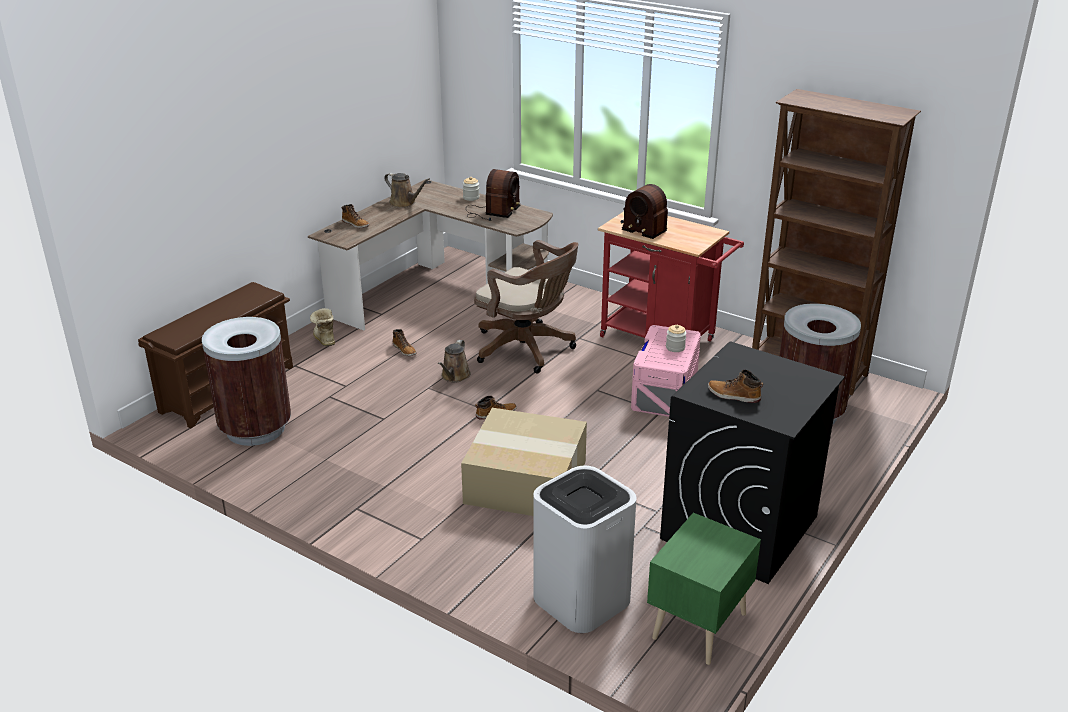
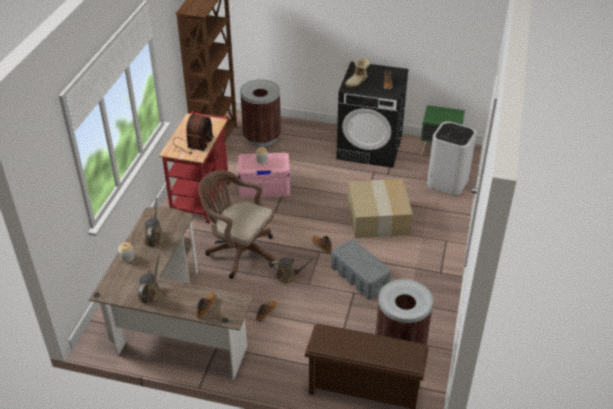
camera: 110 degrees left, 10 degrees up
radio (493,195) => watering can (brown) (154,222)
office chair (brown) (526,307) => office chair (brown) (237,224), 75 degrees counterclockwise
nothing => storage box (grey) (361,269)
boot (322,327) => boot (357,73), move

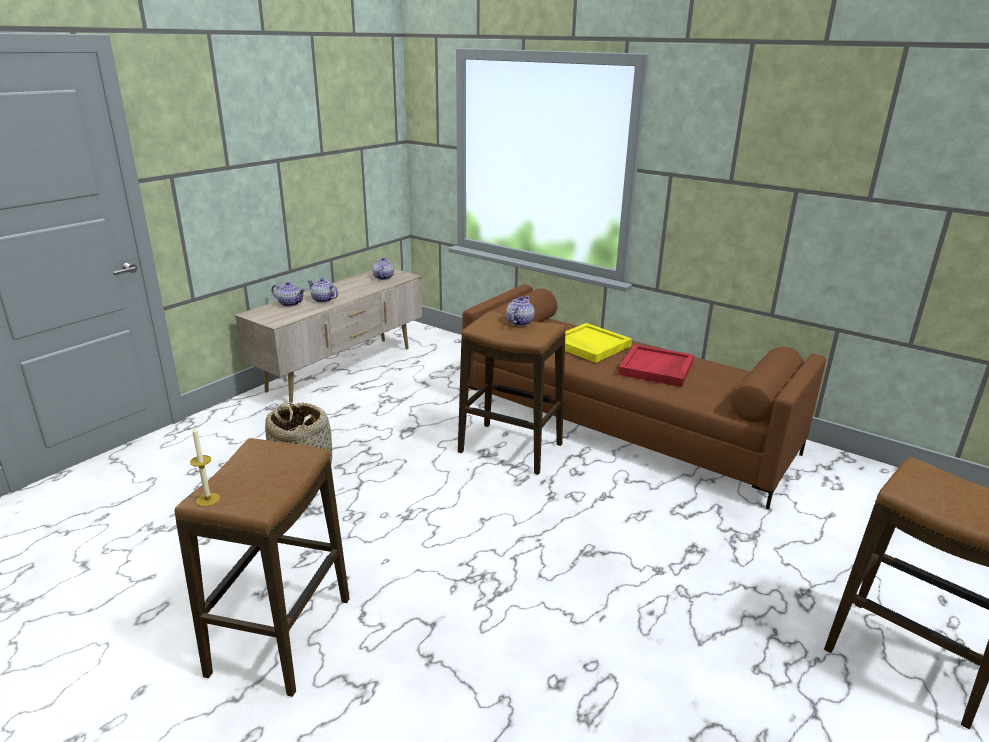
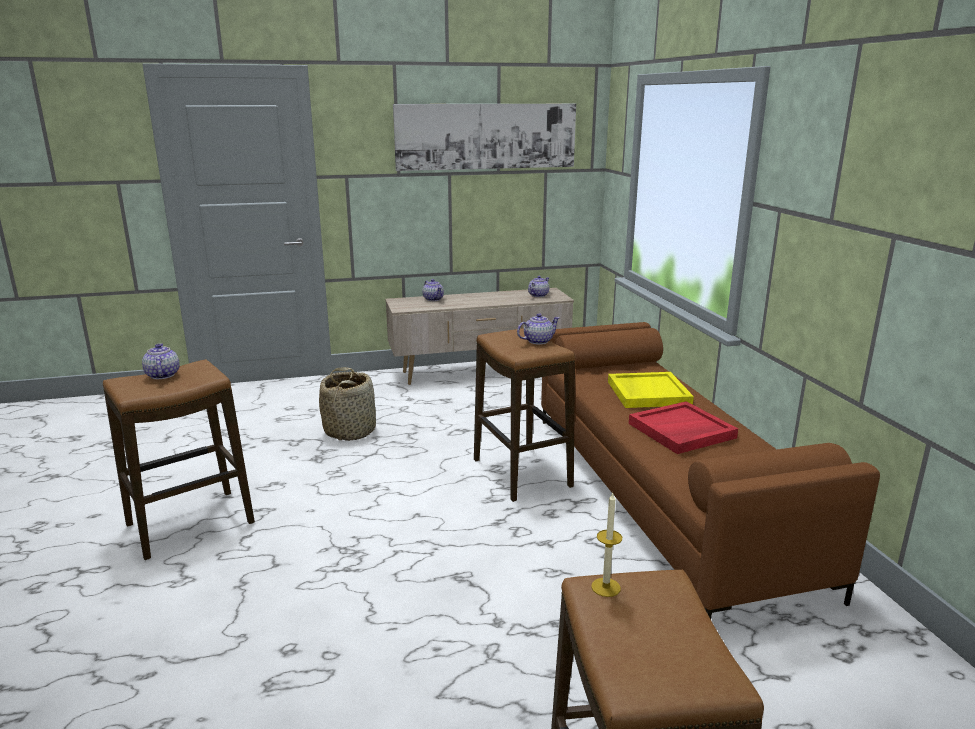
camera: 40 degrees right, 5 degrees down
teapot (322,290) => teapot (161,361), move
nothing => picture (484,137)
candle (205,467) => candle (606,544), move

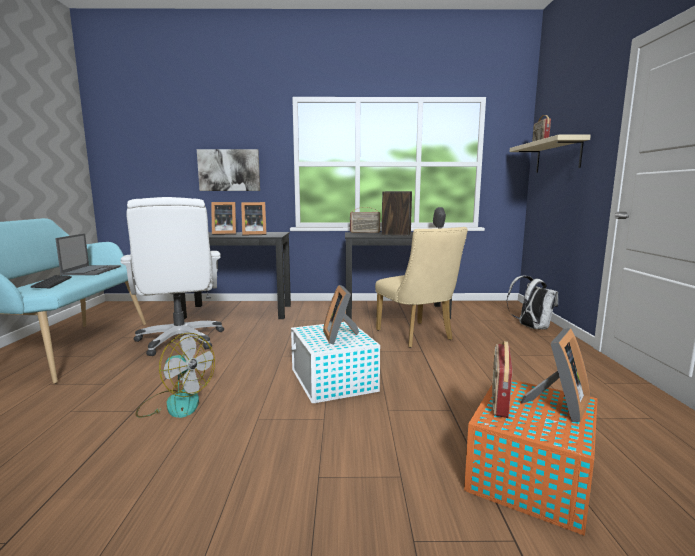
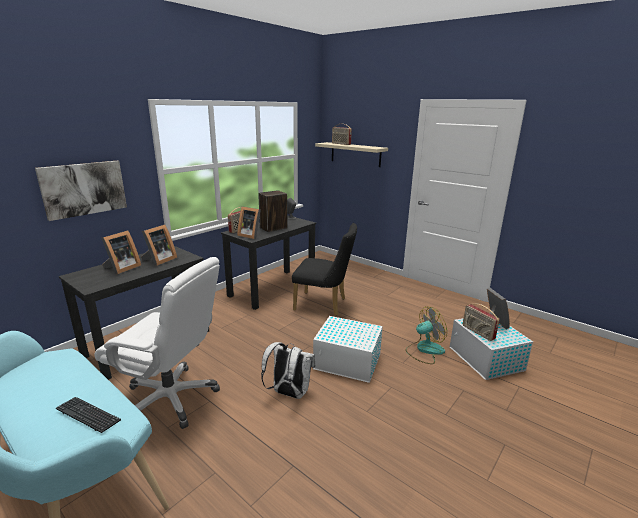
camera: 50 degrees left, 10 degrees up
picture frame (341,314) => picture frame (249,222), move
backpack (white) (532,302) => backpack (white) (288,370), move
chair (beige) (421,287) => chair (black) (324,269)
fan (175,375) => fan (426,335), move
storage box (orange) (531,458) => storage box (white) (491,349)
laptop (88,254) => nothing

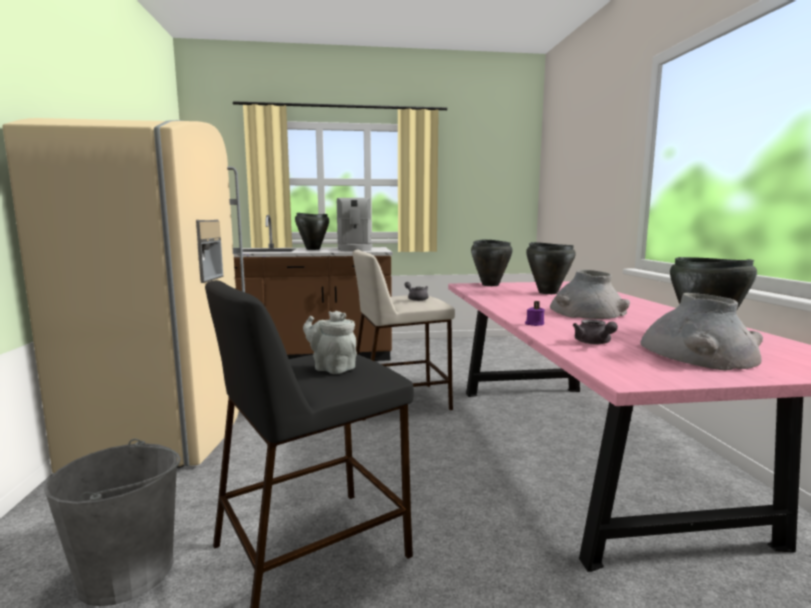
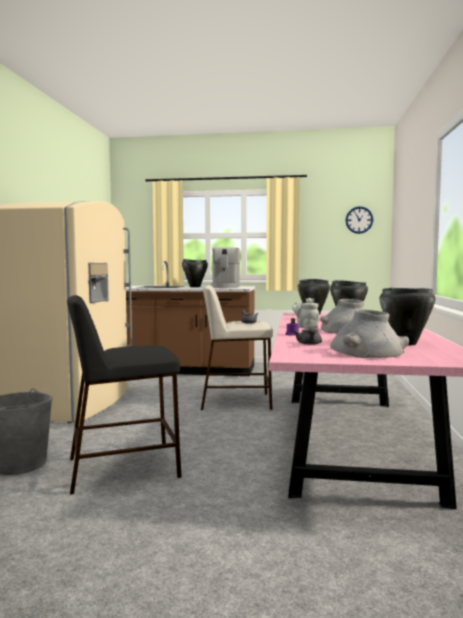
camera: 15 degrees right, 5 degrees down
teapot (grey) (330,342) => teapot (grey) (305,313), move
nothing => wall clock (359,220)

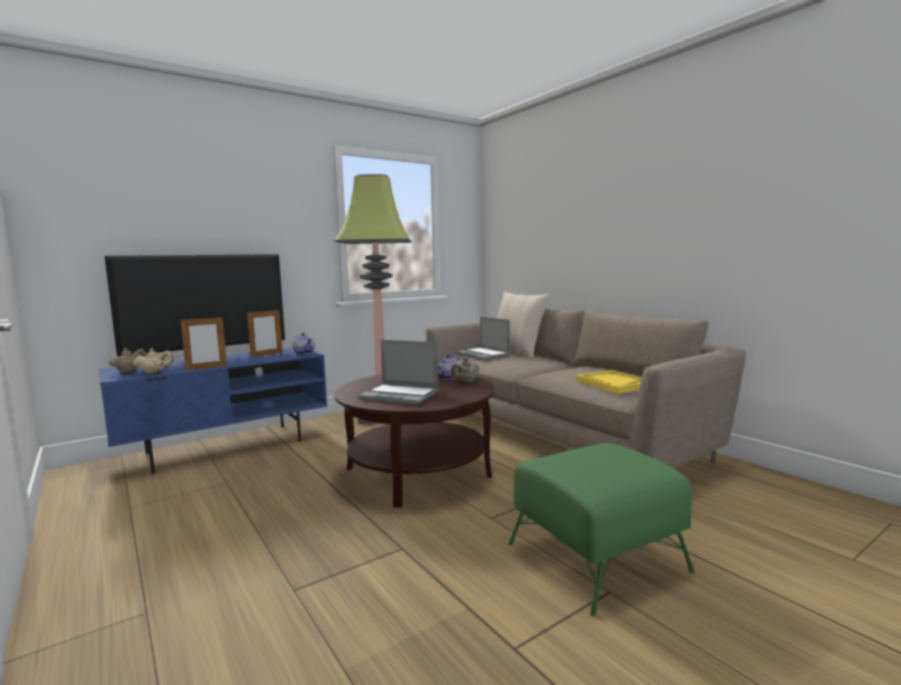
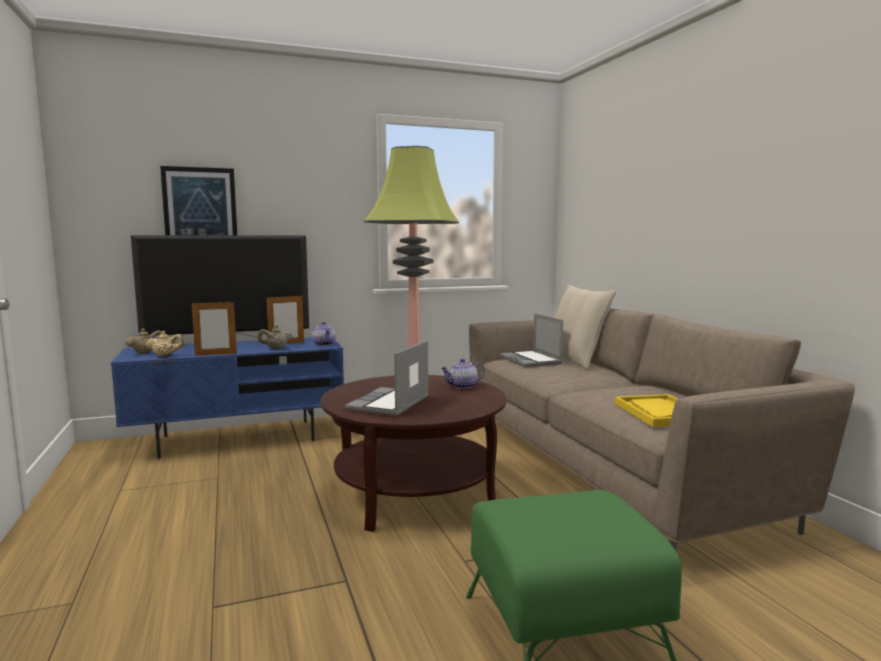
camera: 15 degrees right, 0 degrees up
nothing => picture (198,200)
teapot (beige) (465,370) => teapot (beige) (275,337), move
laptop (398,372) => laptop (387,378), 75 degrees clockwise

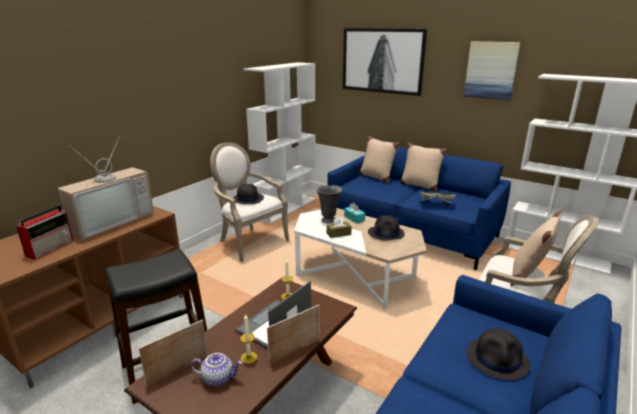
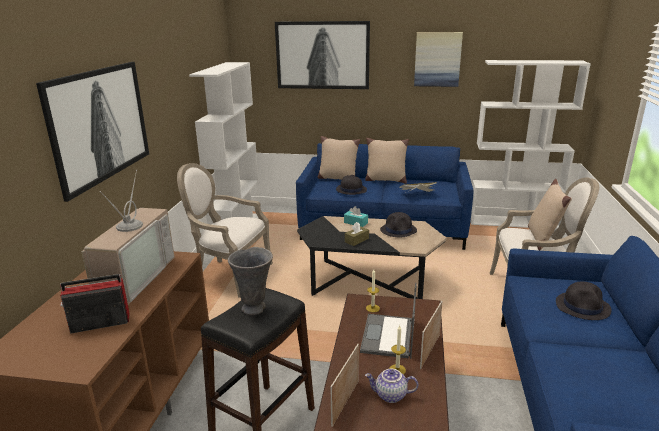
camera: 25 degrees left, 0 degrees up
nothing => picture (92,132)
radio (45,232) => radio (95,304), 105 degrees counterclockwise
vase (grey) (329,204) => vase (grey) (250,281), move
coffee table (white) (360,259) => coffee table (black) (372,257)
hat (black) (248,194) => hat (black) (351,185), move
teapot (216,370) => teapot (391,386), 150 degrees counterclockwise

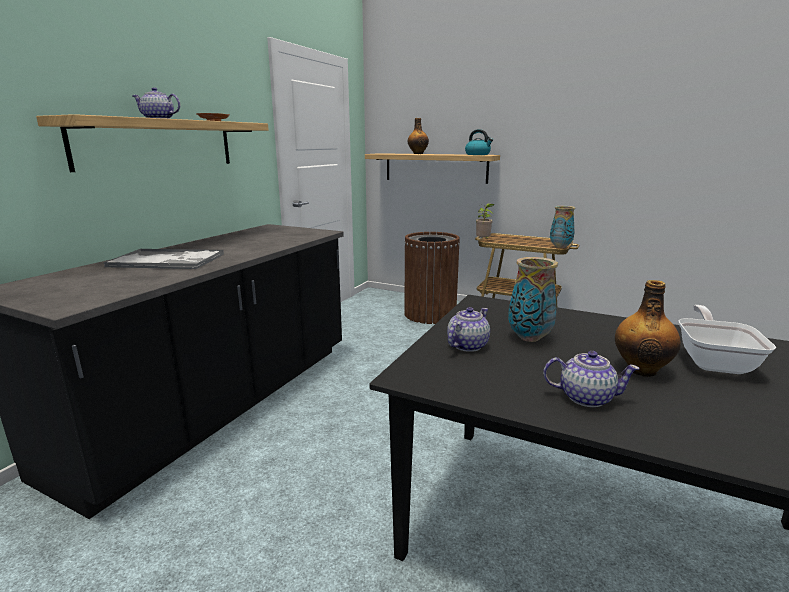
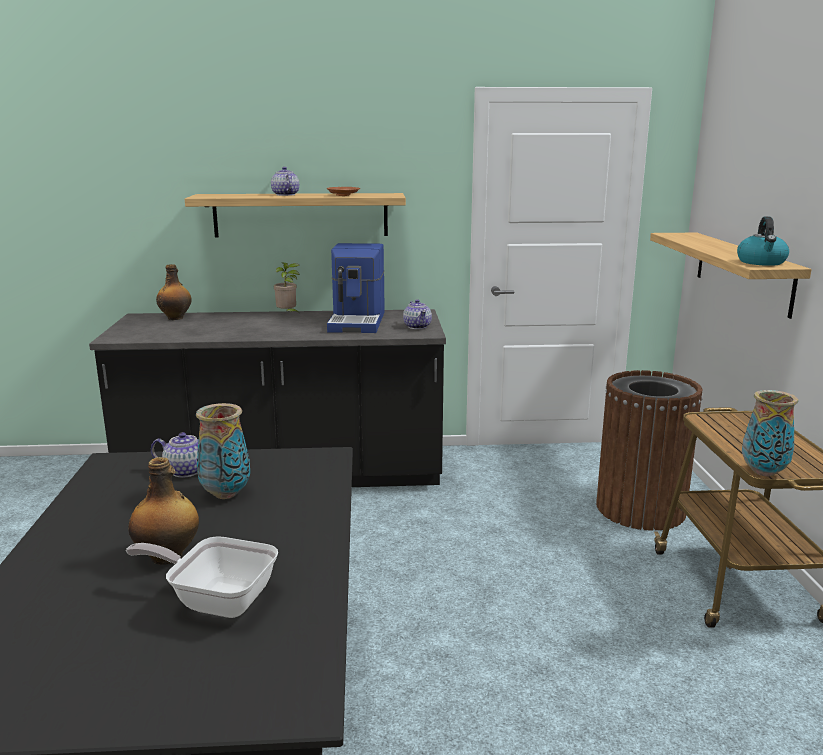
camera: 60 degrees right, 0 degrees up
frying pan (727,339) => frying pan (202,577), 150 degrees counterclockwise
bottle (418,136) => bottle (173,292), move
potted plant (485,221) => potted plant (287,288), move
nothing => coffee machine (356,288)
teapot (591,379) => teapot (417,314), move
tray (164,259) => nothing

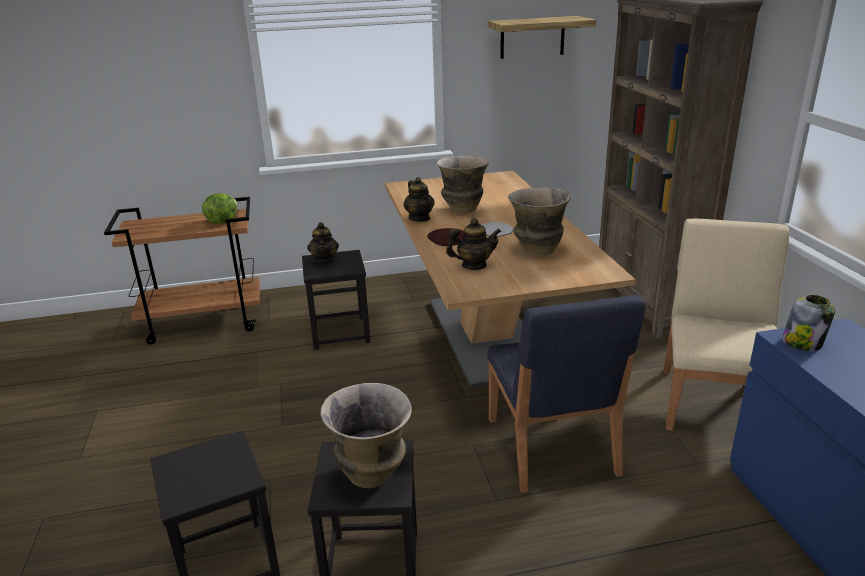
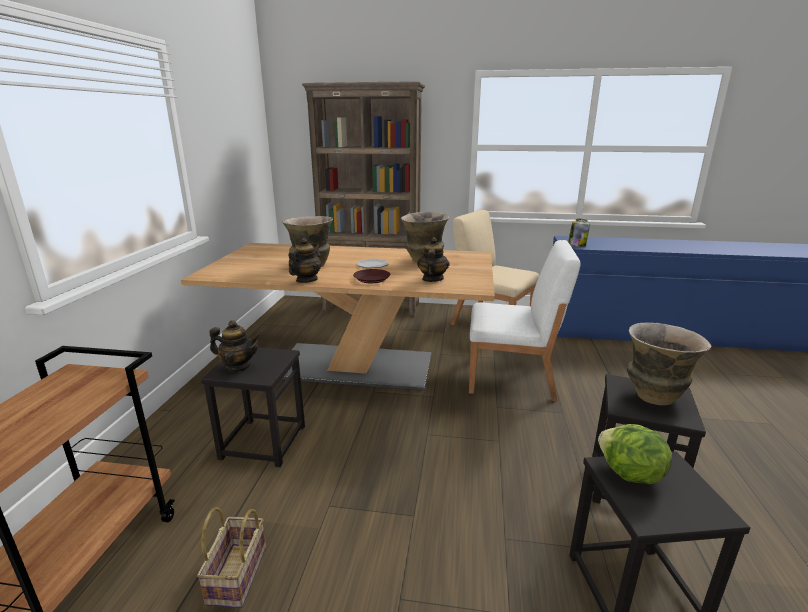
camera: 70 degrees left, 5 degrees down
nothing => basket (231,557)
teapot (419,199) => teapot (305,260), 60 degrees counterclockwise
chair (blue) (566,394) => chair (white) (524,320)
lettuce (219,208) => lettuce (635,454), move
shelf (542,37) => nothing

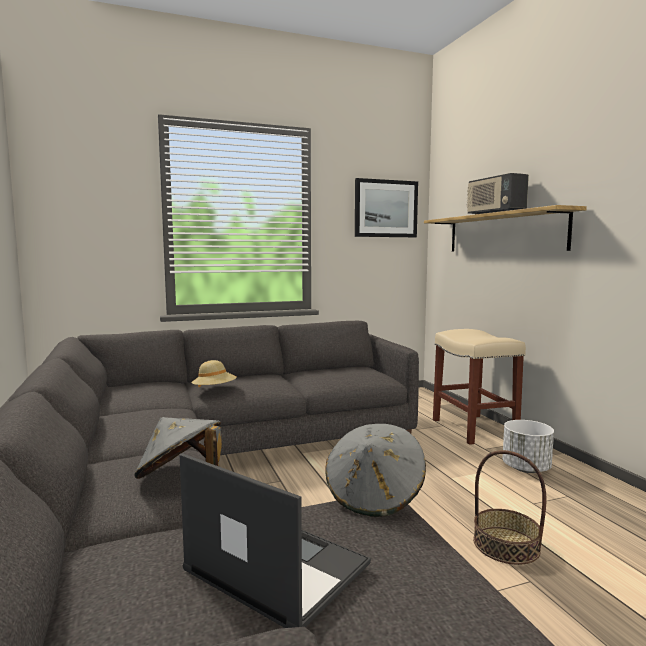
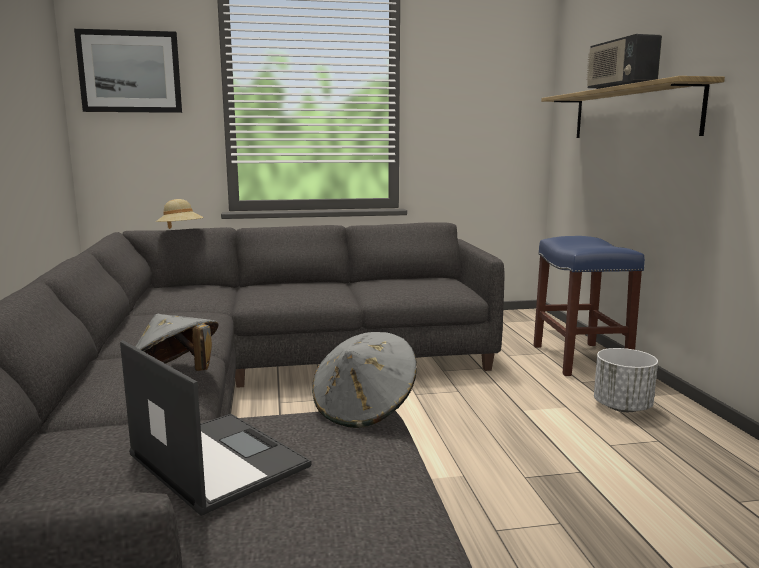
camera: 10 degrees right, 5 degrees up
picture (386,207) => picture (128,71), move
hat (beige) (214,373) => hat (beige) (180,214), move
stool (beige) (479,387) => stool (blue) (589,306)
basket (509,507) => nothing

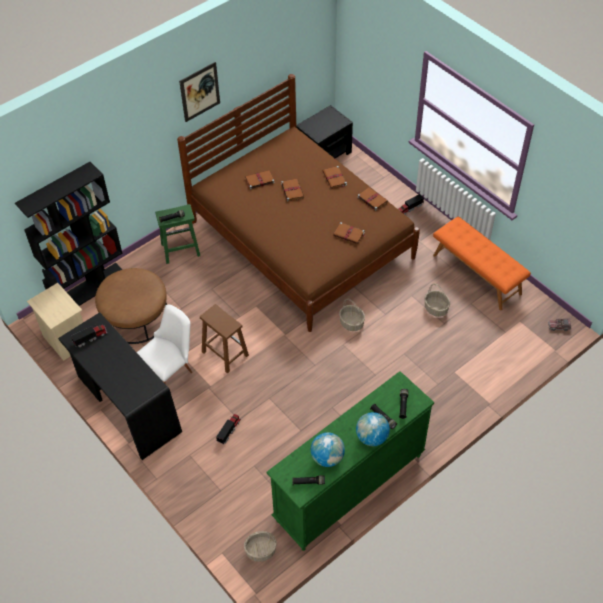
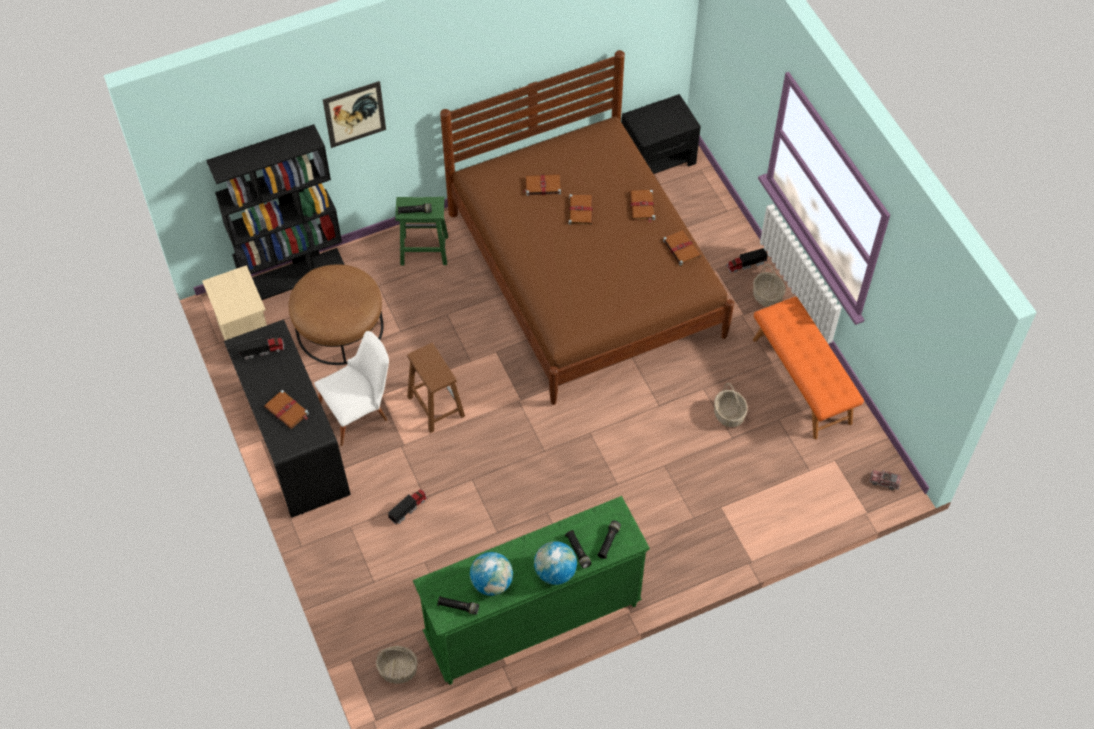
camera: 15 degrees right, 5 degrees up
book (brown) (349,233) => book (brown) (286,409), move
picture (199,92) => picture (354,114), move
basket (352,314) => basket (769,285), move

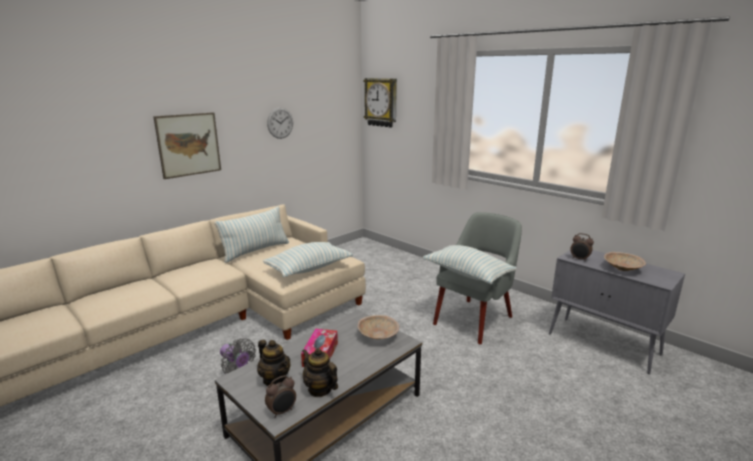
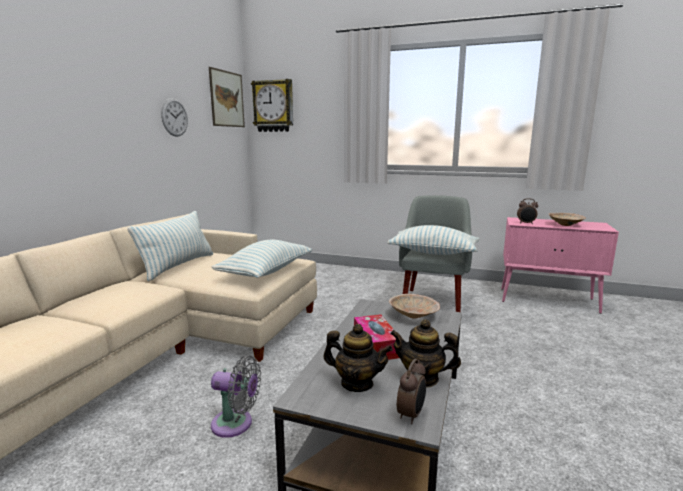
camera: 25 degrees left, 5 degrees down
picture (187,145) => picture (227,97), move
cabinet (grey) (617,312) => cabinet (pink) (560,265)

